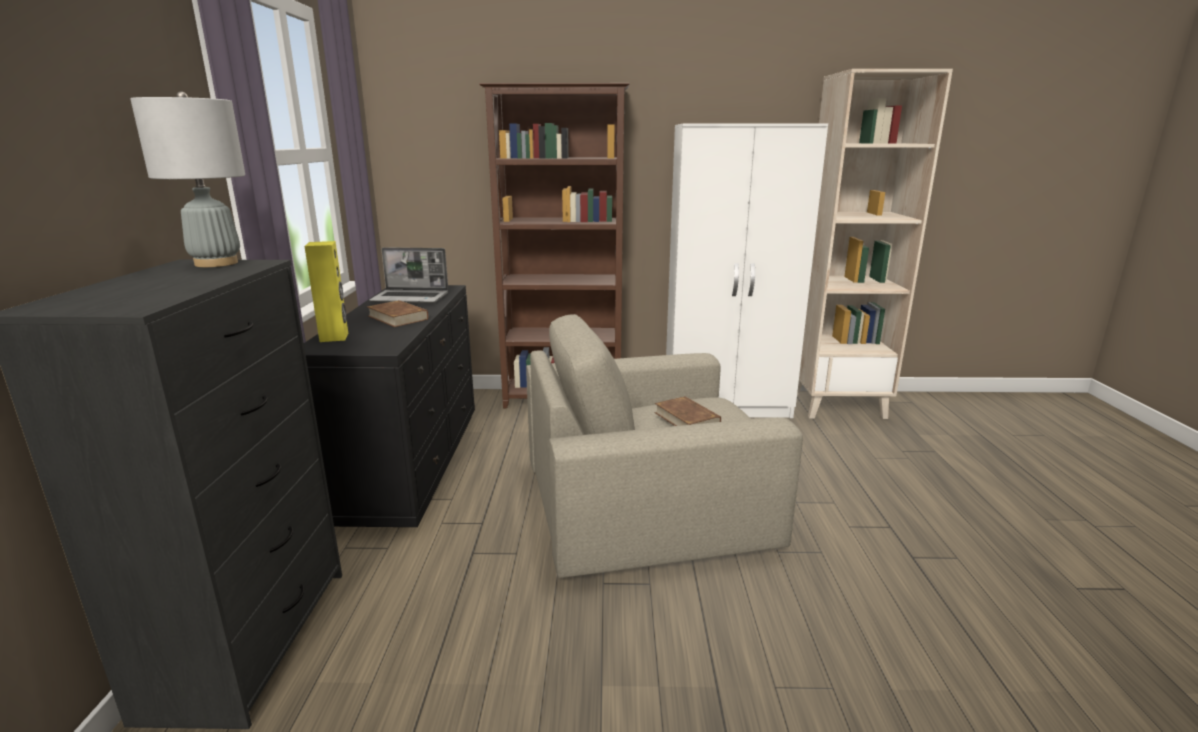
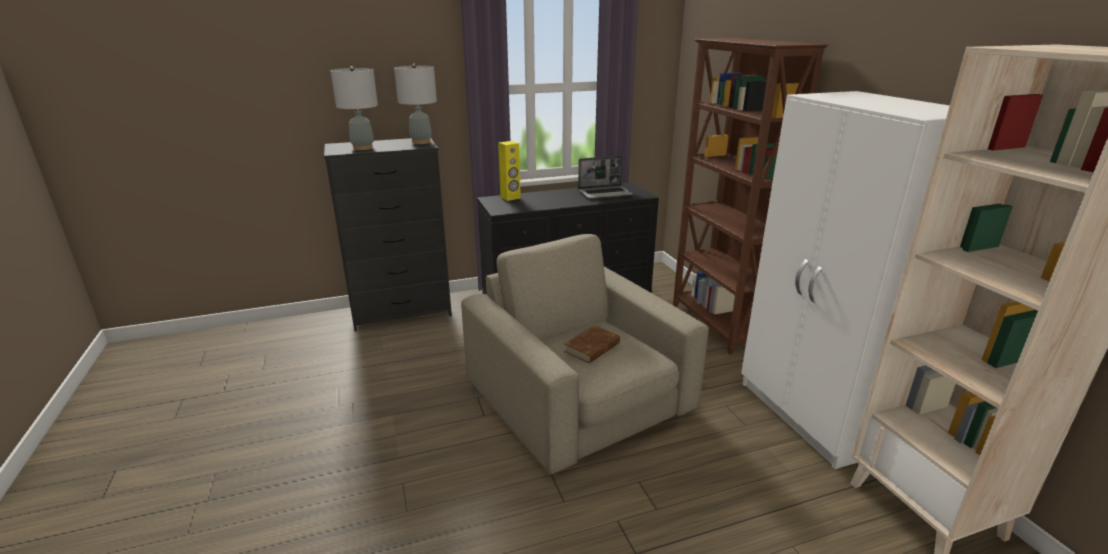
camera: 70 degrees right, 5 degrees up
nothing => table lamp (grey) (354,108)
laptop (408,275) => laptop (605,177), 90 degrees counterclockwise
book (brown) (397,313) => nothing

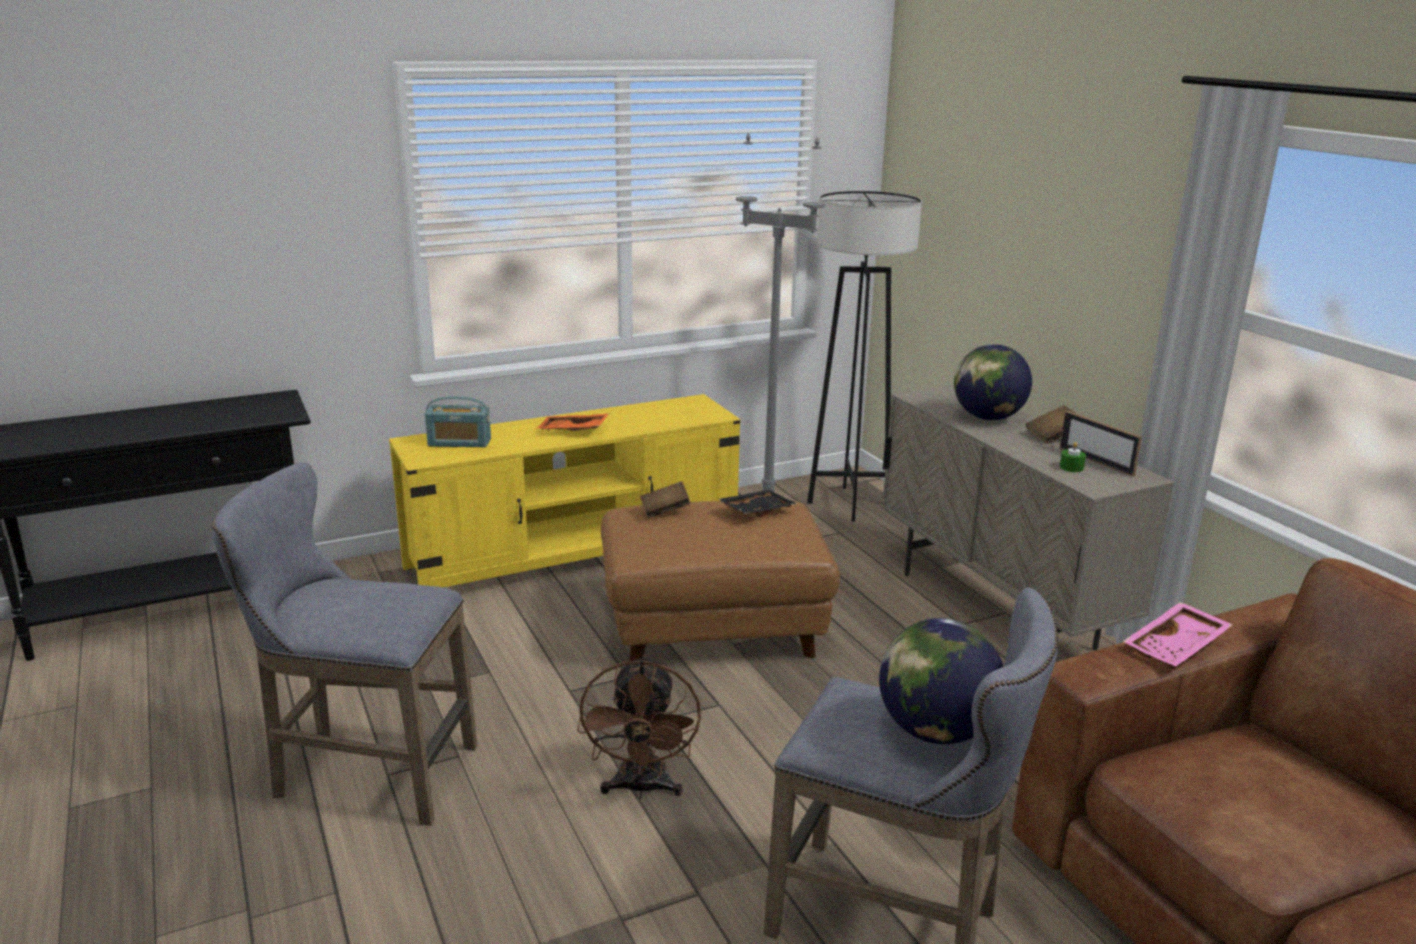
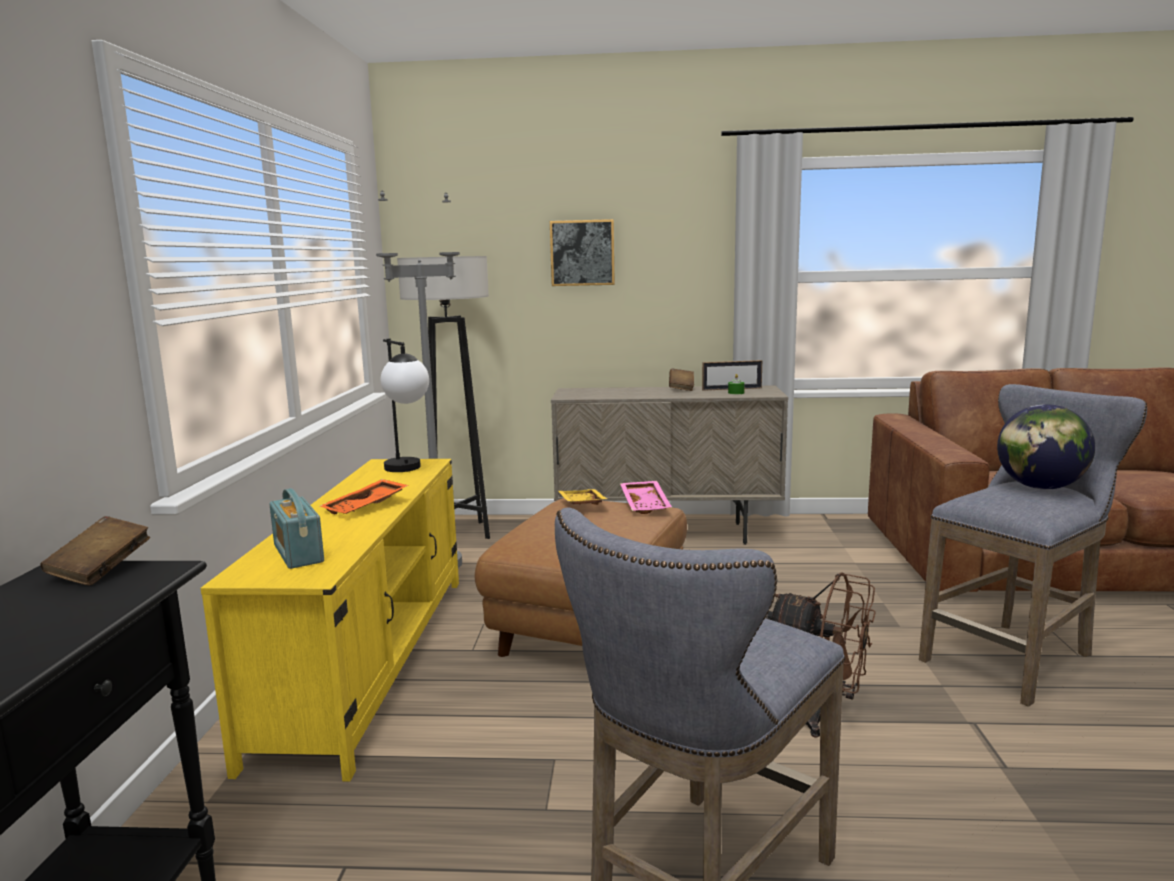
camera: 60 degrees left, 10 degrees down
book (brown) (665,499) => book (brown) (95,550), move
radio (458,421) => radio (296,528), 120 degrees clockwise
nothing => table lamp (405,405)
nothing => picture (582,252)
tray (black) (757,503) => tray (yellow) (583,497)
tray (pink) (1178,634) => tray (pink) (646,497), move
globe (993,382) => nothing

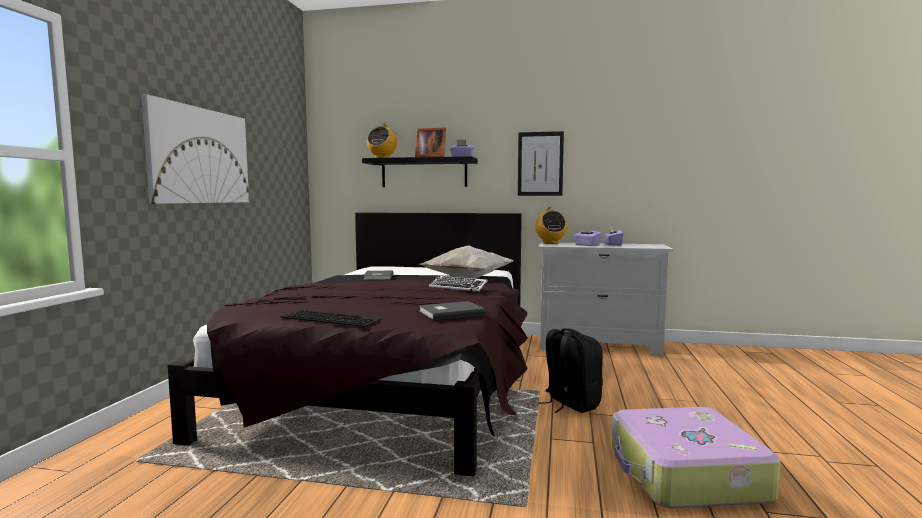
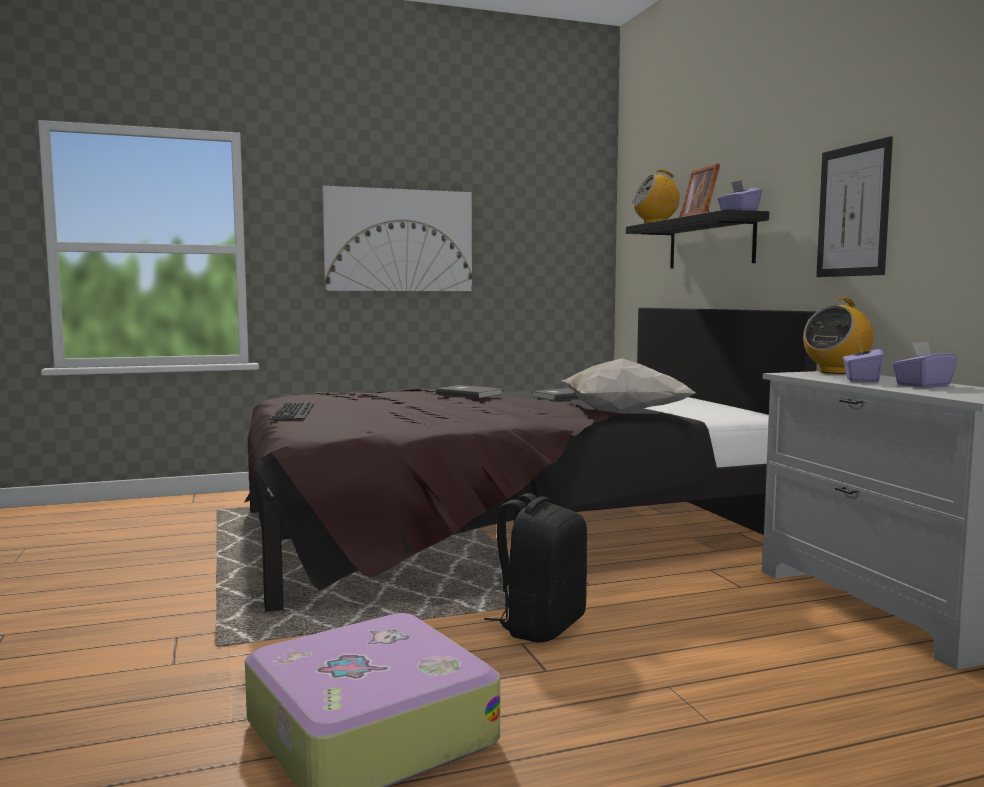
camera: 60 degrees right, 0 degrees up
book (grey) (452,310) => book (grey) (469,391), move
keyboard (458,283) => nothing

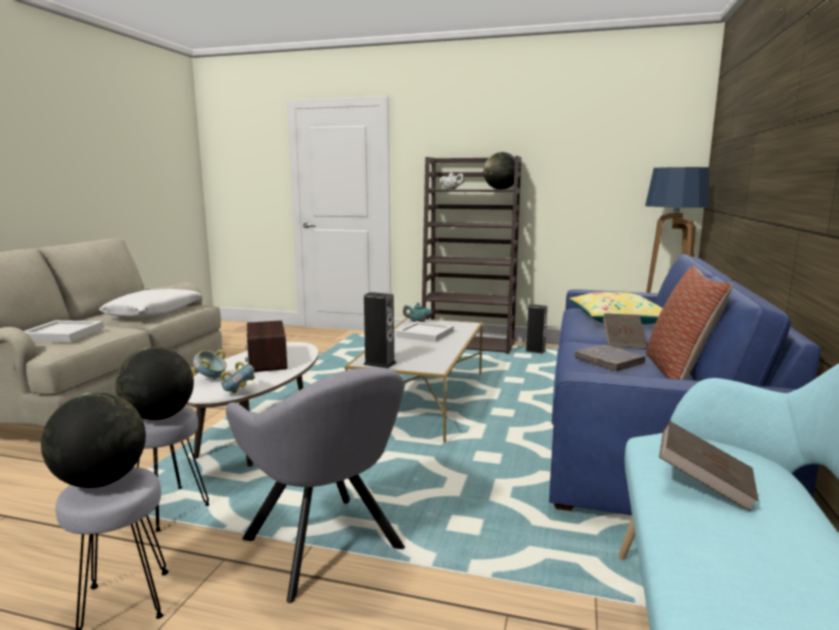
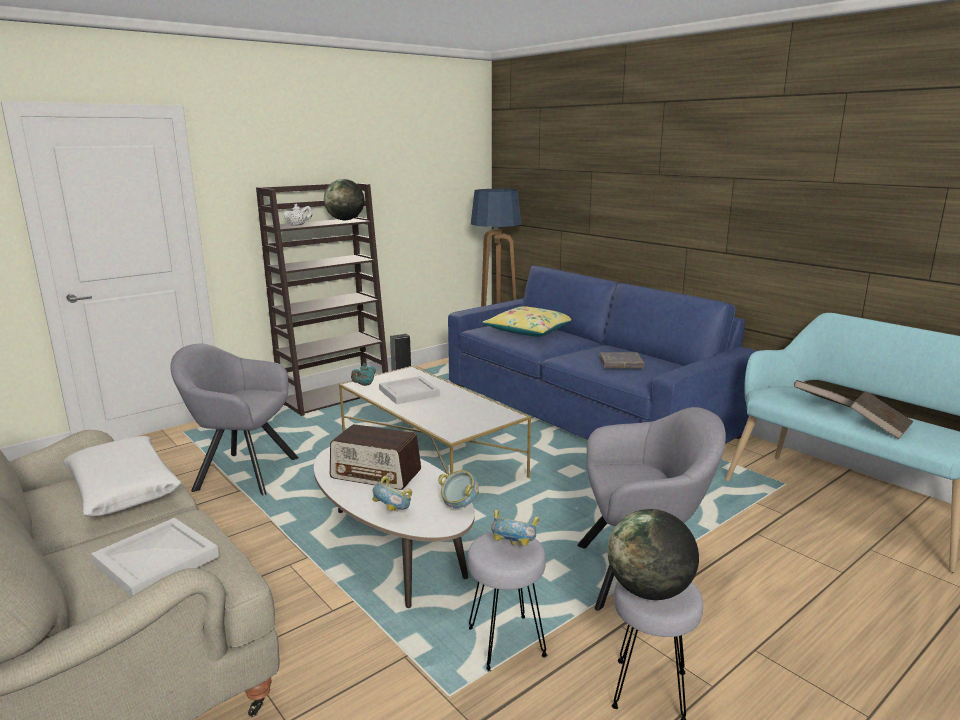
camera: 55 degrees left, 5 degrees up
nothing => armchair (grey) (234,419)
globe (154,383) => bowl (515,527)
book (brown) (625,331) => book (brown) (882,415), move
speaker (379,330) => nothing
pillow (689,323) => nothing

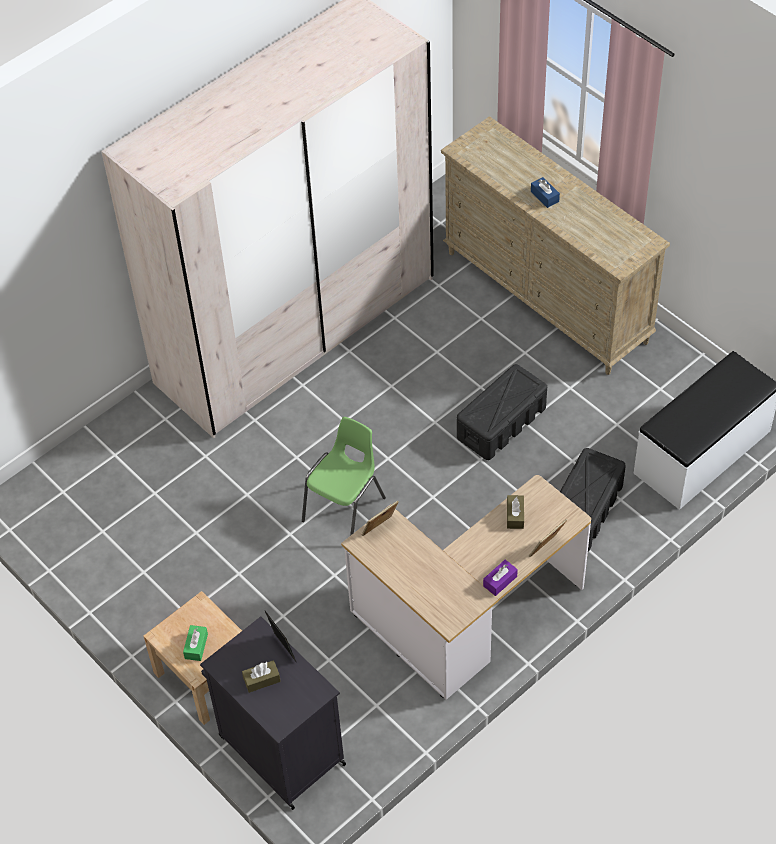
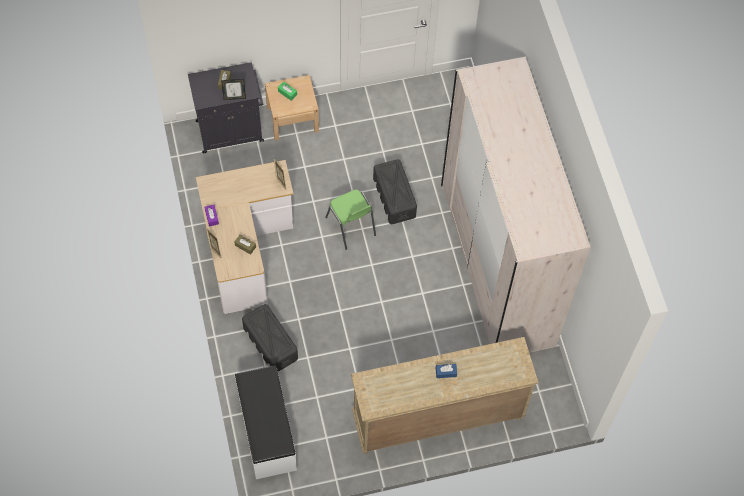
camera: 115 degrees right, 10 degrees up
storage box (black) (502,412) => storage box (black) (395,191), move

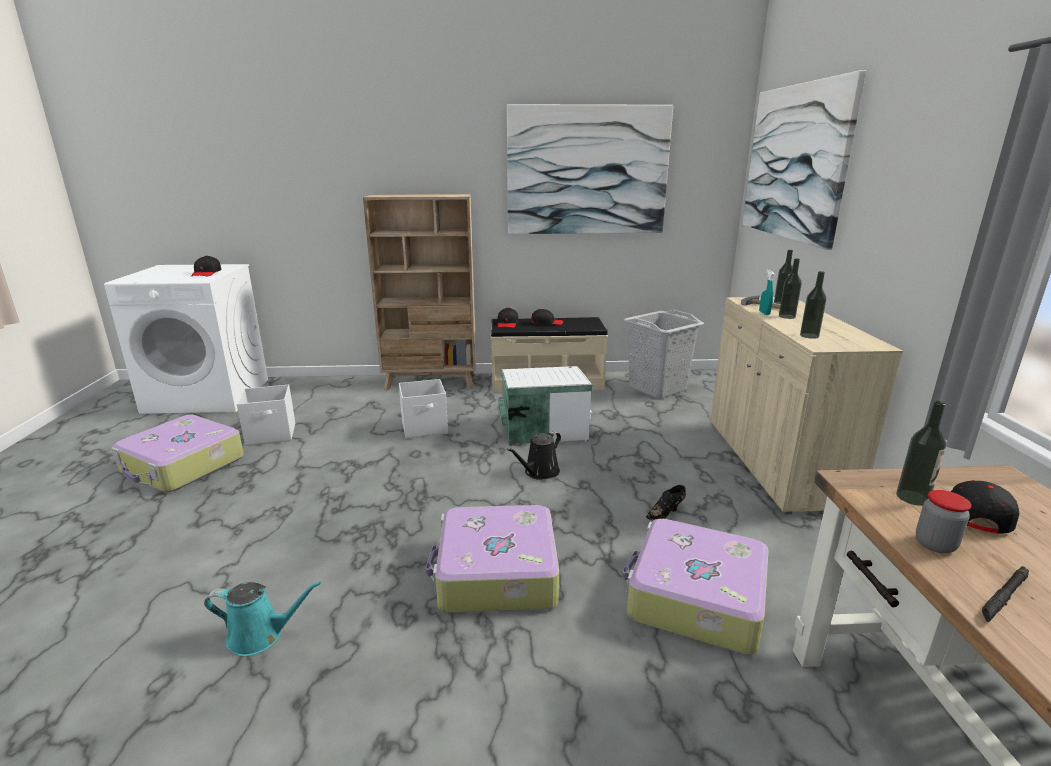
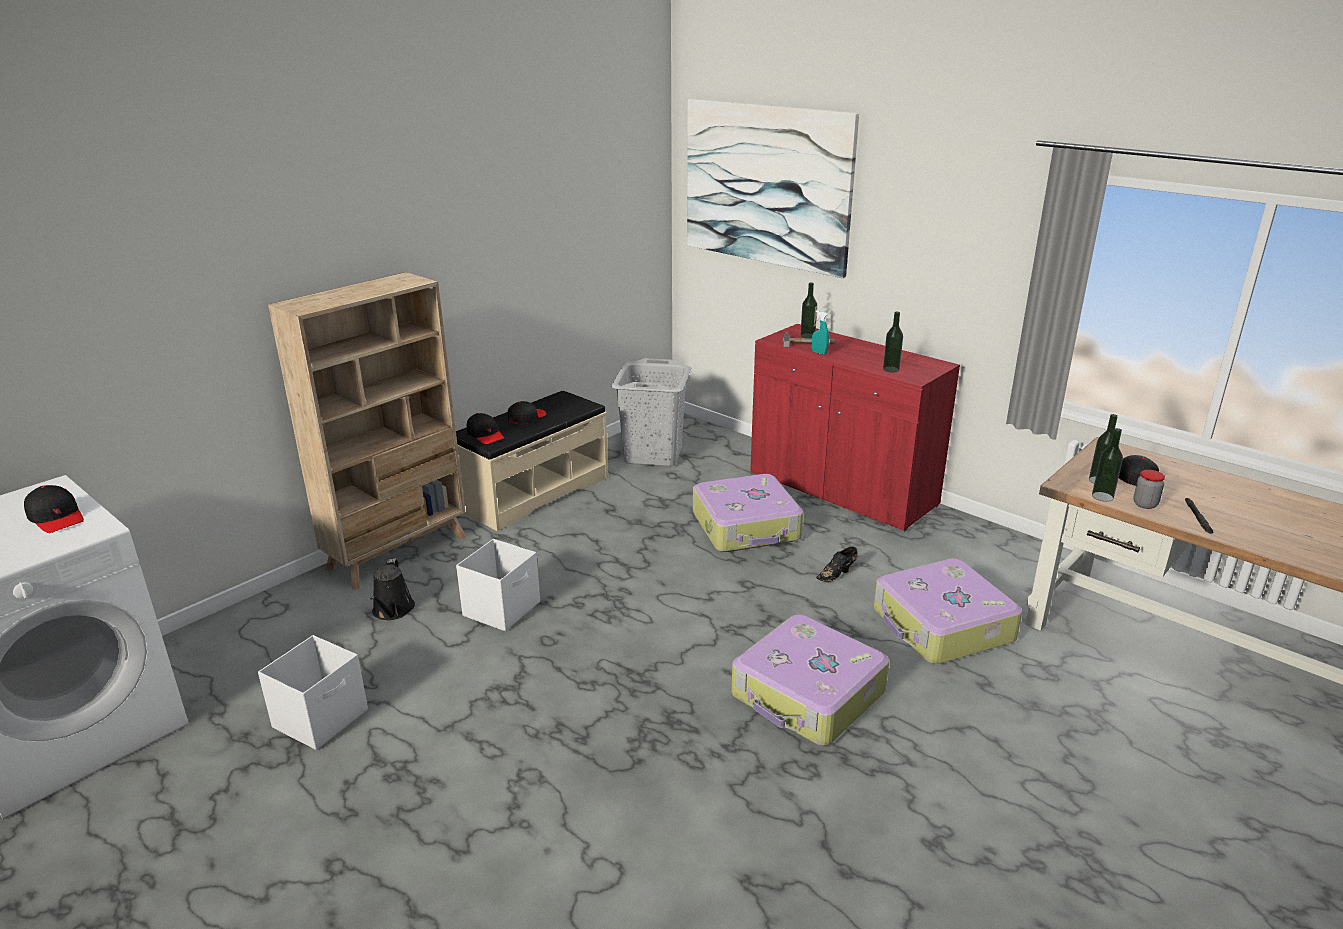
camera: 45 degrees left, 5 degrees up
watering can (black) (534,455) => watering can (black) (393,589), move
suitcase (178,453) => suitcase (748,513), move
cabinet (beige) (806,405) => cabinet (red) (855,428)
shoe (black) (666,502) => shoe (black) (837,564), 45 degrees clockwise
bottle (790,288) => bottle (1107,465), move
watering can (turquoise) (262,619) => nothing
storage box (white) (545,406) => nothing
picture (590,169) => nothing

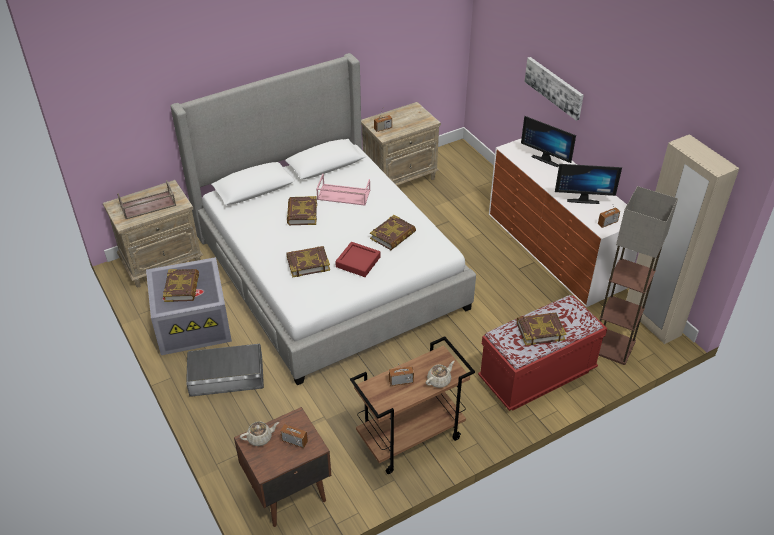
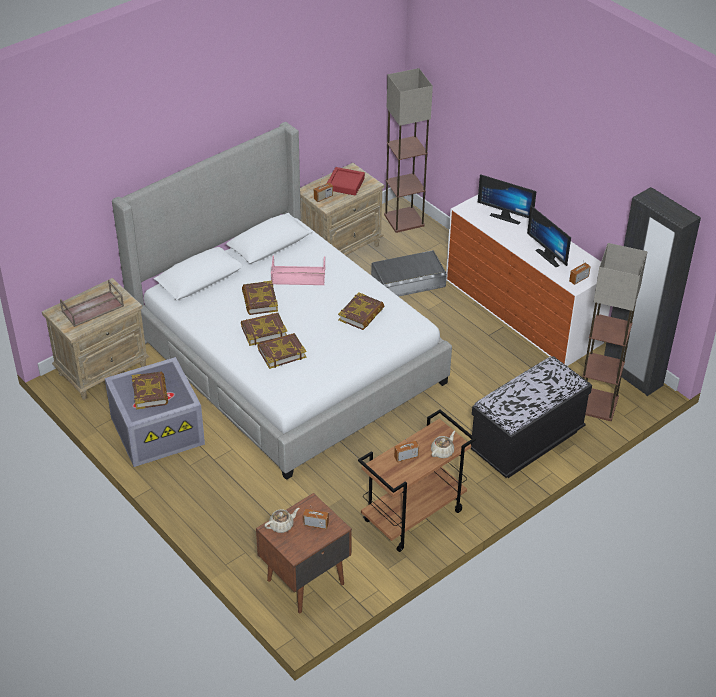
camera: 10 degrees left, 0 degrees up
book (541,329) => book (264,329), move
tray (red) (357,259) => tray (red) (346,181), move
storage box (grey) (225,370) => storage box (grey) (409,273), move
nothing => floor lamp (408,150)
bench (red) (542,353) => bench (black) (531,417)
monitor (588,184) => monitor (549,236), 60 degrees clockwise
wardrobe (beige) (682,239) => wardrobe (black) (652,291)
picture (554,89) => nothing

